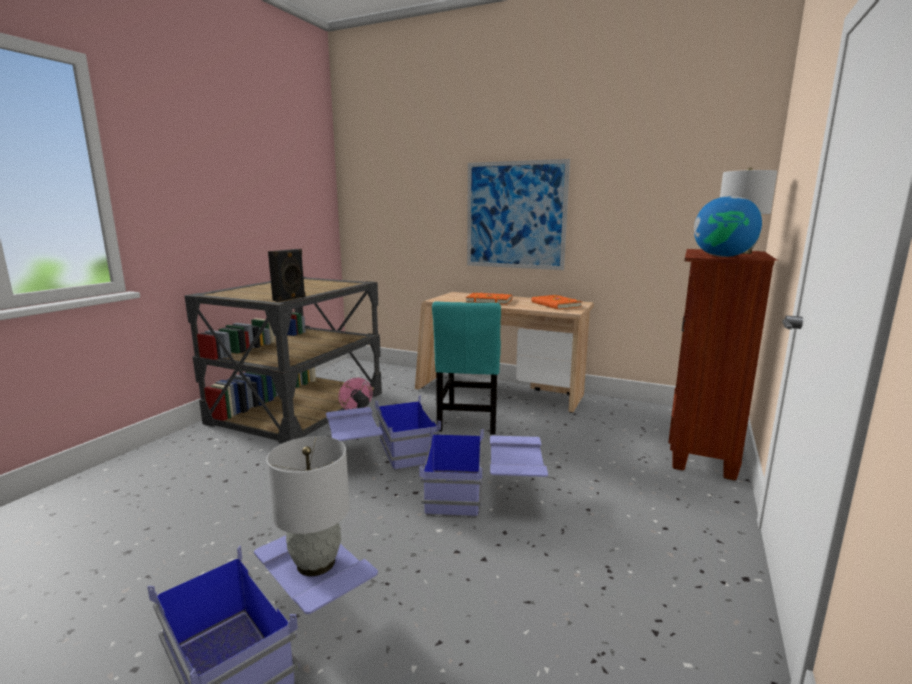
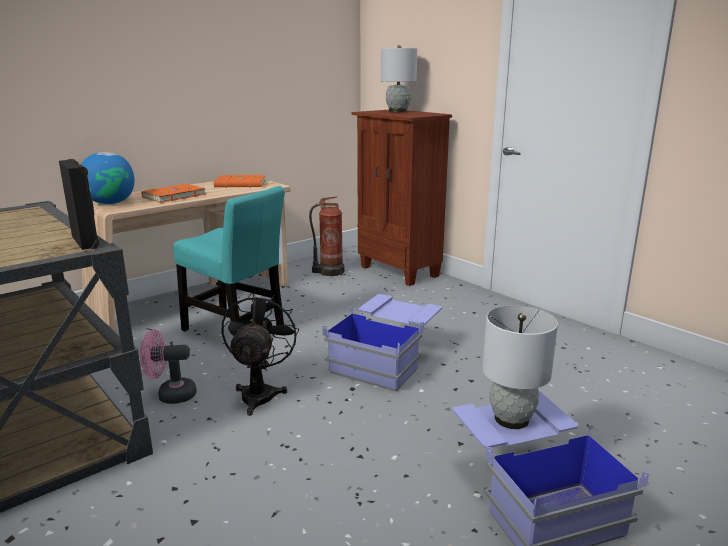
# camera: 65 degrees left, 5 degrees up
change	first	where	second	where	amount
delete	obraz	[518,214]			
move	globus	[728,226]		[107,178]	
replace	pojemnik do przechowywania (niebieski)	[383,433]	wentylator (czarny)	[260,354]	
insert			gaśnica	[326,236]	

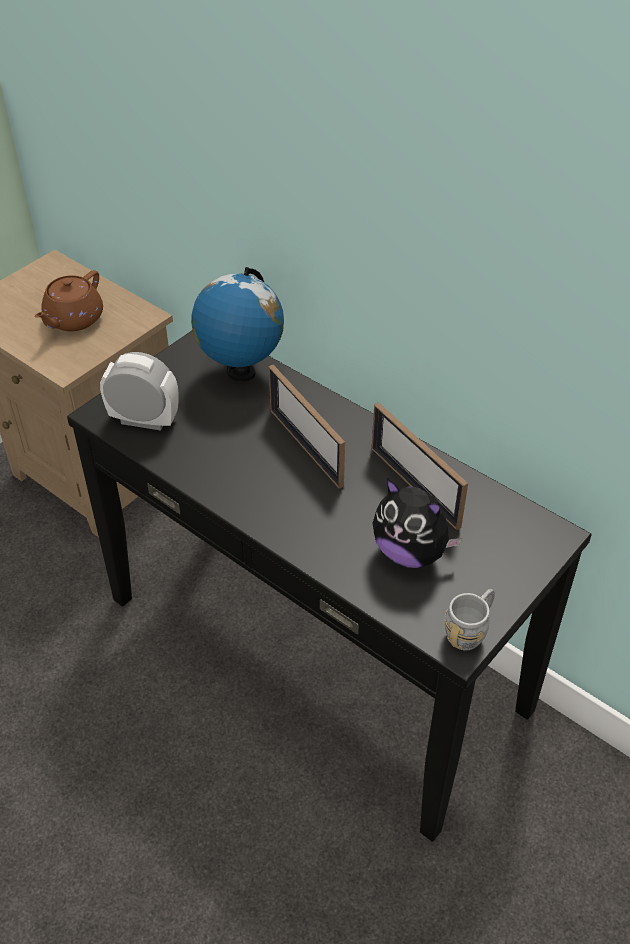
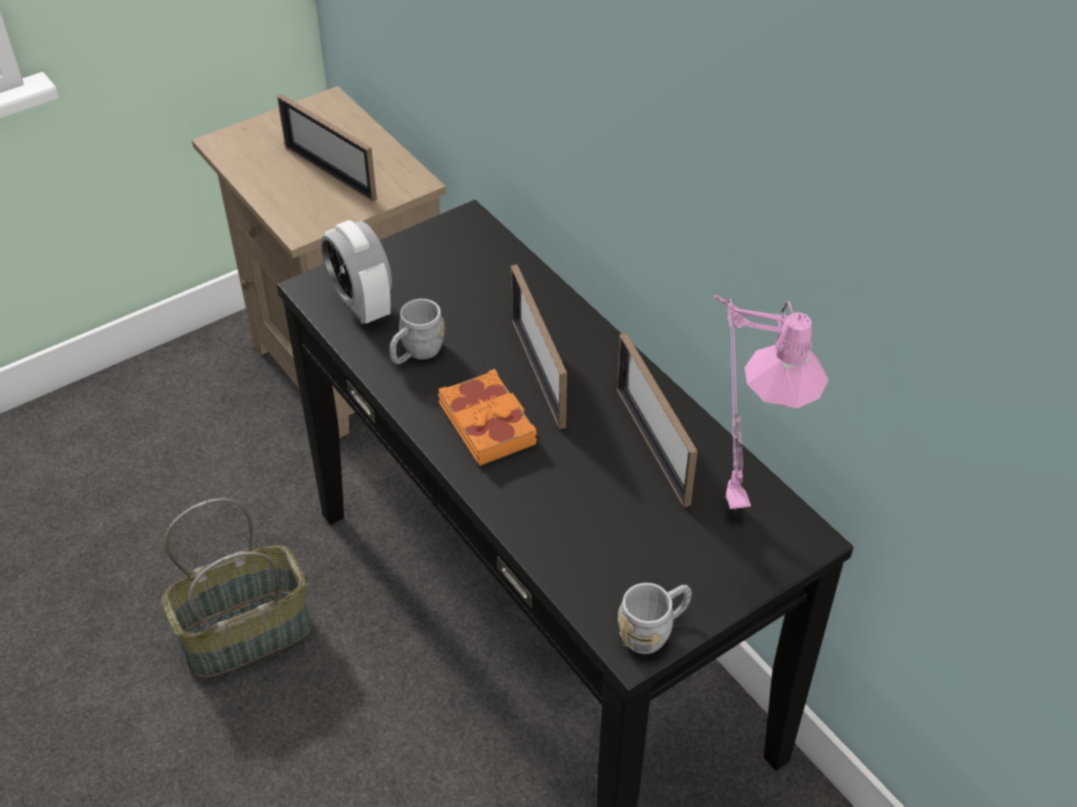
# camera: 15 degrees right, 0 degrees up
change	first	where	second	where	amount
delete	globus	[237,324]			
replace	imbryk (brązowy)	[69,301]	ramka na zdjęcie	[327,148]	
rotate	budzik	[139,391]		[356,272]	150 degrees counterclockwise
delete	pluszak	[417,523]			
insert			lampa stołowa (różowy)	[771,404]	
insert			kubek (szary)	[417,331]	
insert			książka (pomarańczowy)	[487,417]	
insert			koszyk	[237,588]	

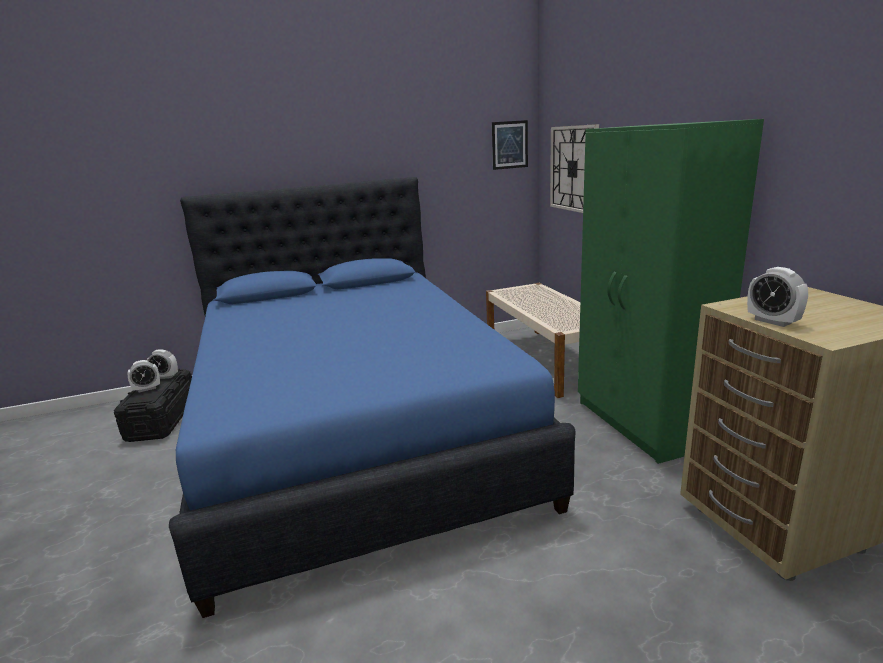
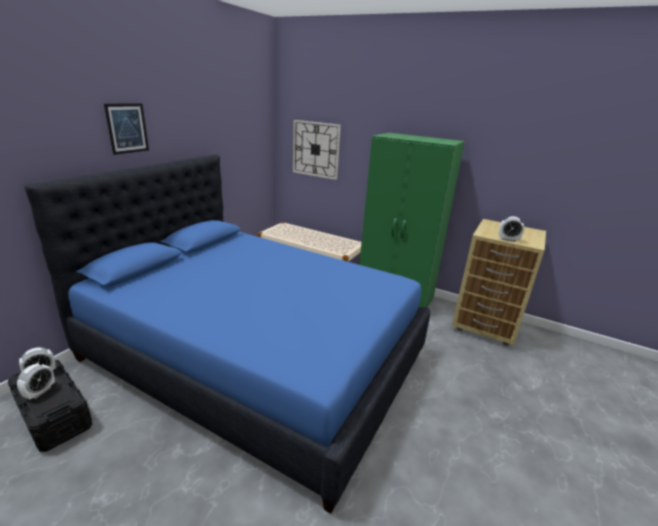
# camera: 45 degrees left, 5 degrees up
change	first	where	second	where	amount
move	obraz	[510,145]		[126,129]	

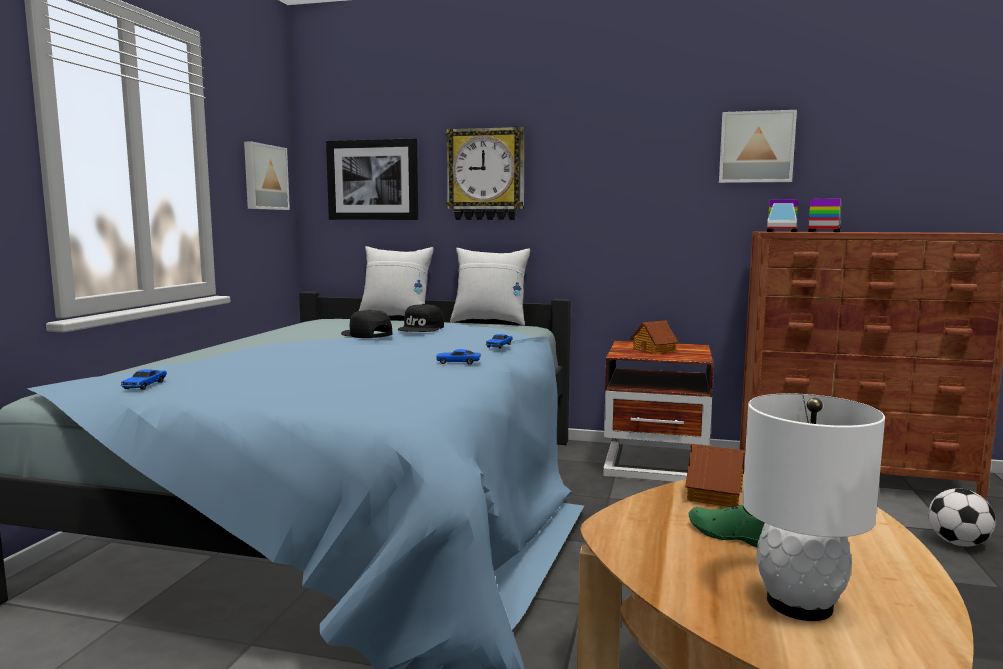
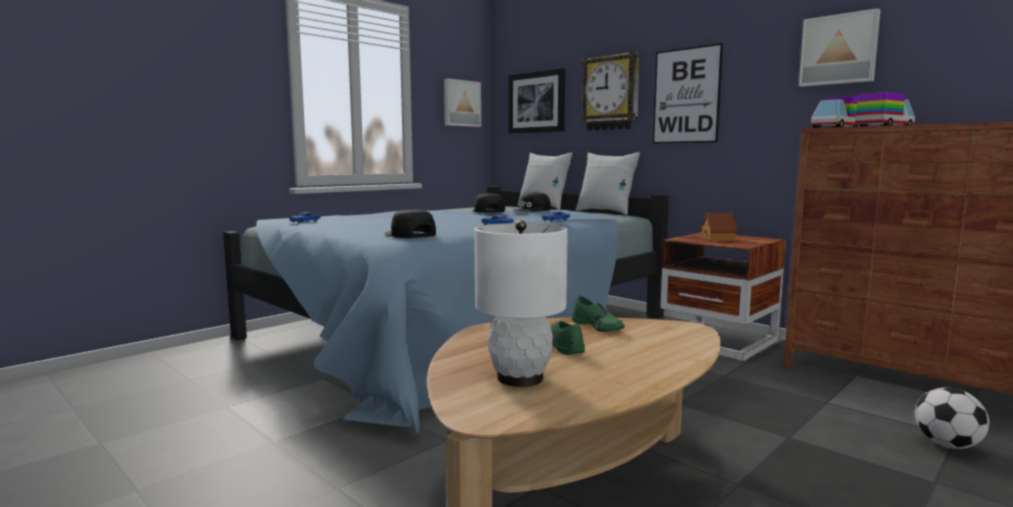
# camera: 30 degrees right, 0 degrees up
change	first	where	second	where	amount
replace	domek	[715,475]	but (zielony)	[598,314]	
insert			obraz	[688,93]	
insert			czapka z daszkiem (czarny)	[410,223]	

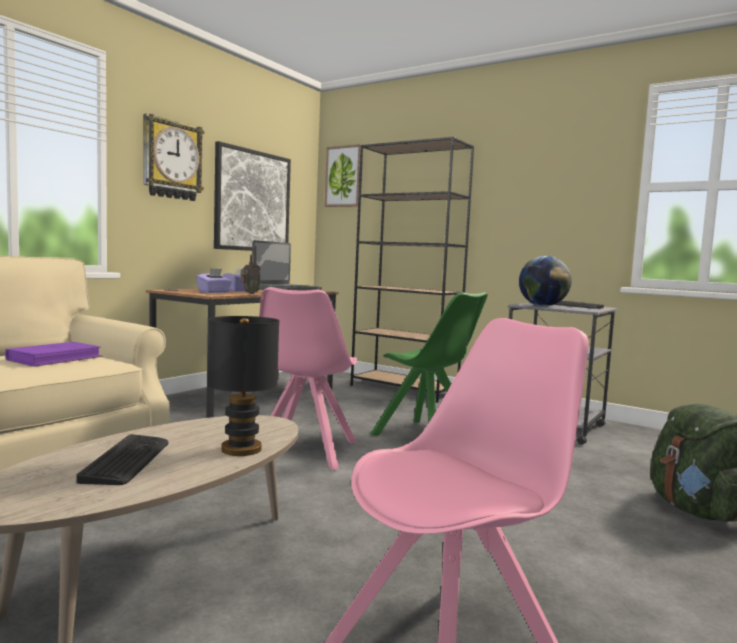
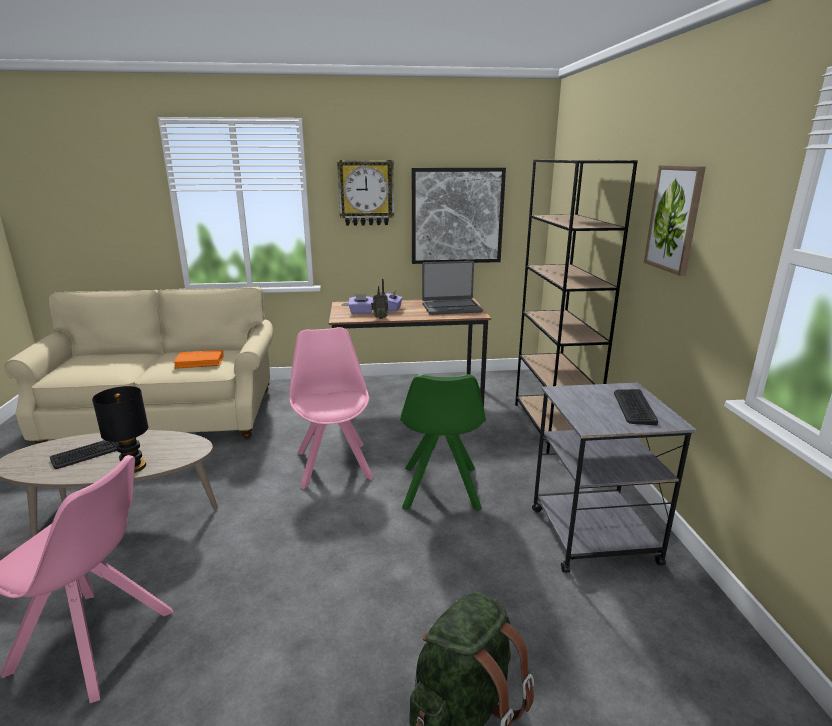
# camera: 50 degrees right, 15 degrees up
change	first	where	second	where	amount
move	obraz	[343,175]		[675,220]	
delete	globus	[545,281]			
rotate	krzesło (różowy)	[308,378]		[331,408]	105 degrees clockwise
recolor	książka (fioletowy)	[54,354]	książka (pomarańczowy)	[198,359]	

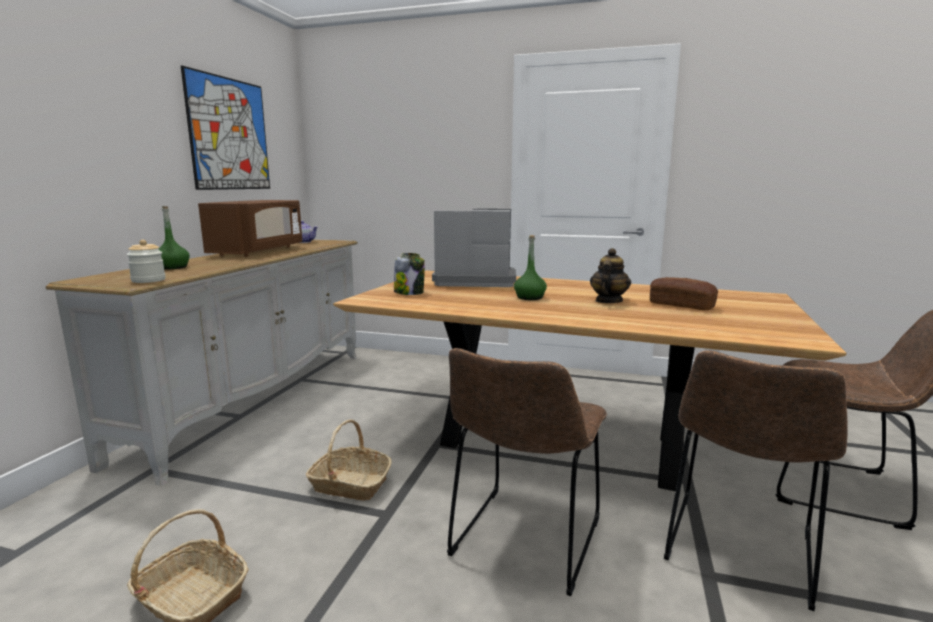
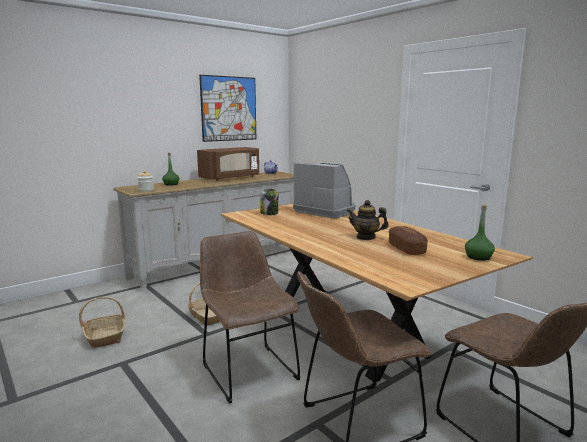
# camera: 35 degrees right, 0 degrees up
change	first	where	second	where	amount
move	butelka (zielony)	[530,267]		[480,232]	
rotate	imbryk	[610,275]		[368,220]	135 degrees counterclockwise
rotate	krzesło (brązowy)	[527,472]		[250,317]	90 degrees clockwise

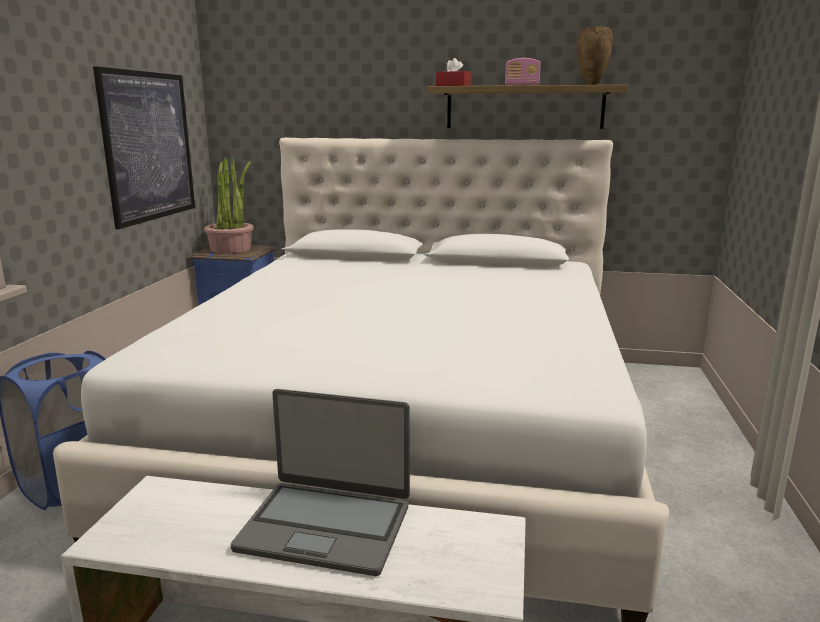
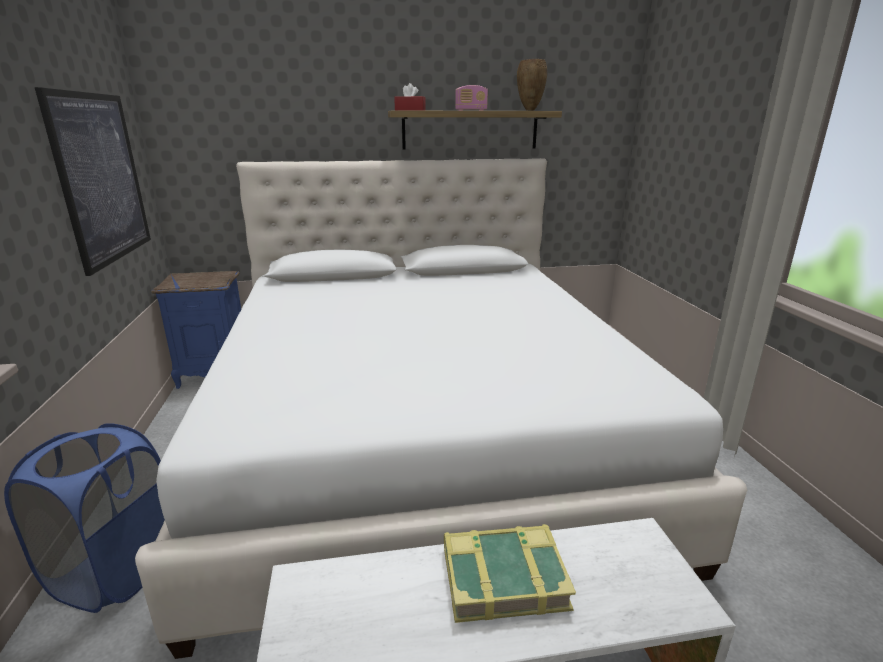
# camera: 20 degrees left, 5 degrees up
change	first	where	second	where	amount
delete	roślina doniczkowa	[229,205]			
replace	laptop	[320,482]	książka	[510,573]	

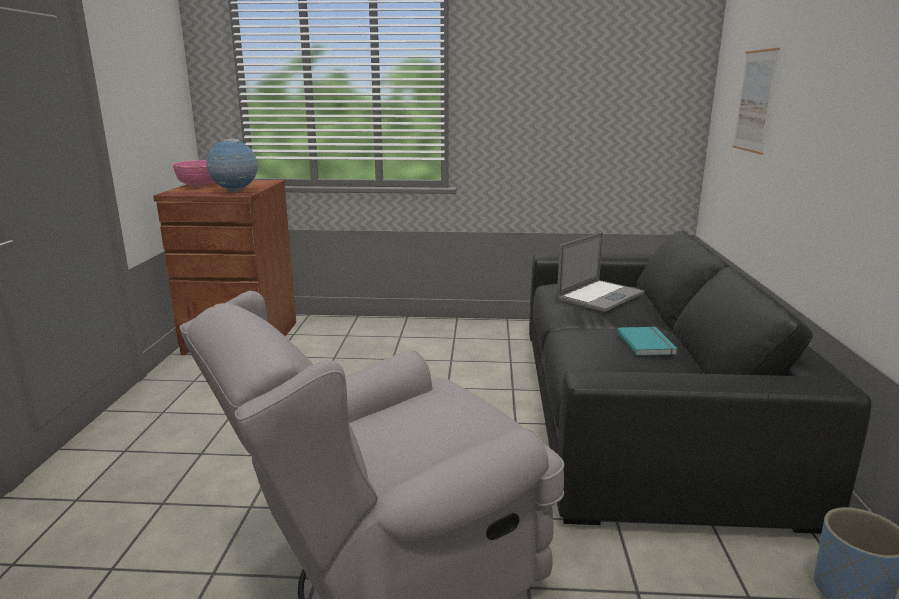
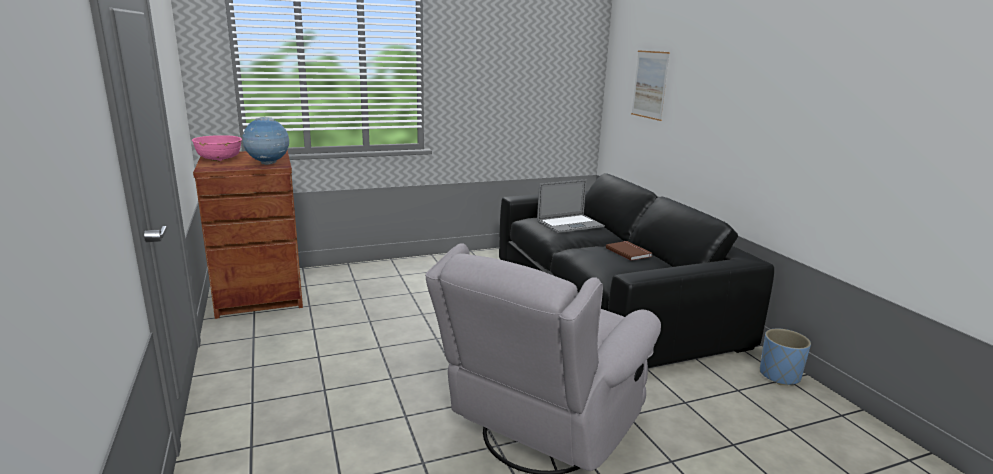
# camera: 25 degrees left, 0 degrees up
change	first	where	second	where	amount
rotate	laptop	[601,272]		[571,206]	45 degrees clockwise
recolor	książka (turkusowy)	[647,340]	książka (brązowy)	[629,251]	

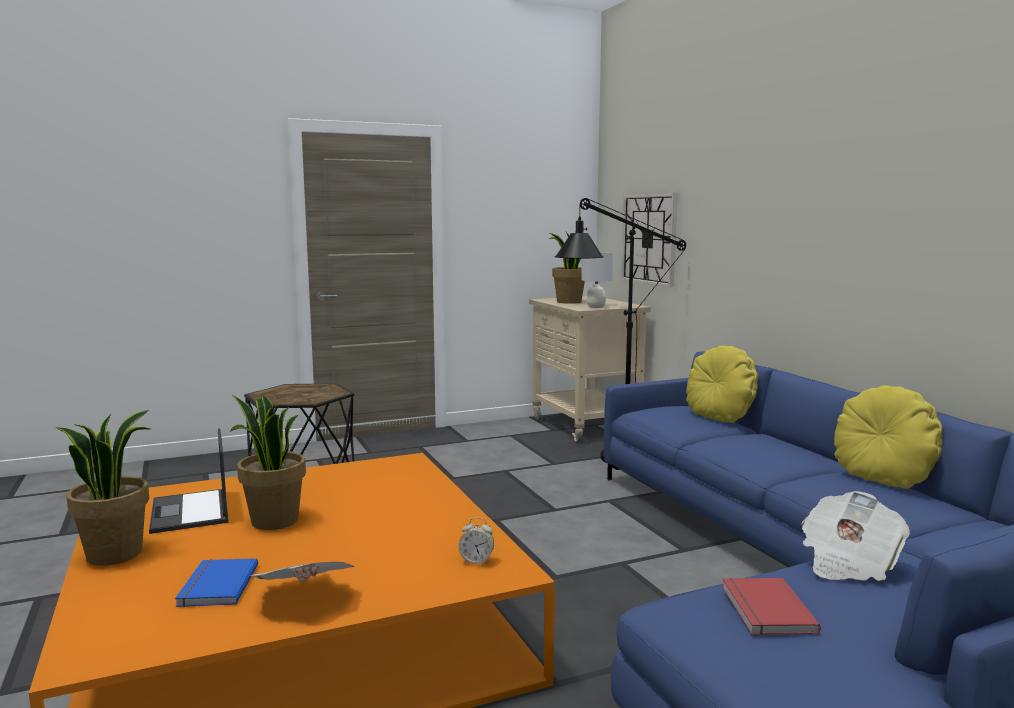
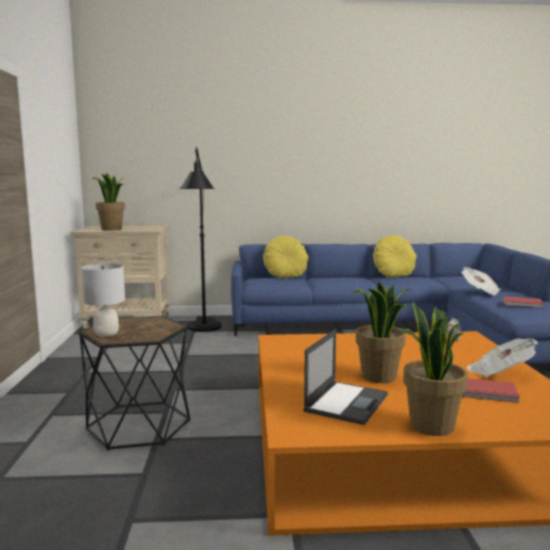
# camera: 70 degrees left, 0 degrees up
change	first	where	second	where	amount
delete	zegar ścienny	[649,240]			
move	lampa stołowa (szary)	[597,280]		[103,300]	
rotate	laptop	[189,481]		[345,377]	60 degrees counterclockwise
recolor	książka (niebieski)	[216,582]	książka (czerwony)	[491,390]	

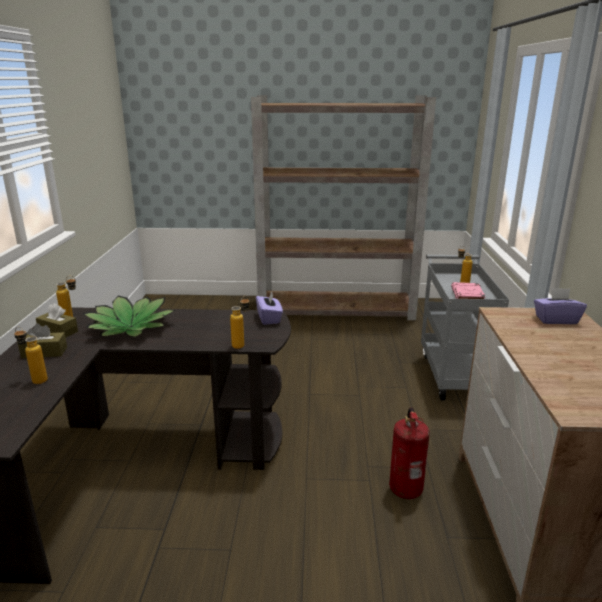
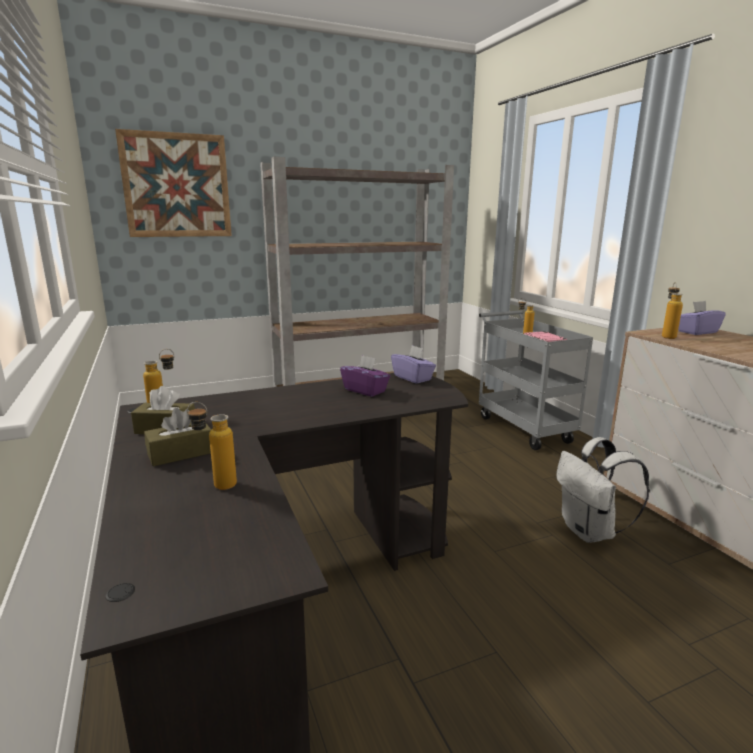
# camera: 25 degrees left, 5 degrees down
change	first	where	second	where	amount
move	butelka	[239,322]		[672,310]	
delete	roślina doniczkowa	[128,316]			
replace	gaśnica	[409,453]	plecak (biały)	[603,490]	
insert			obraz	[173,183]	
insert			pudełko chusteczek (fioletowy)	[365,376]	

